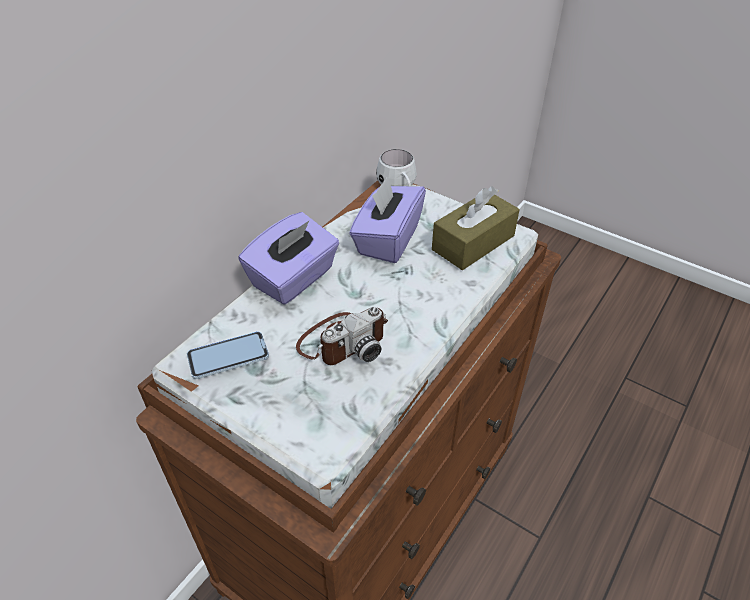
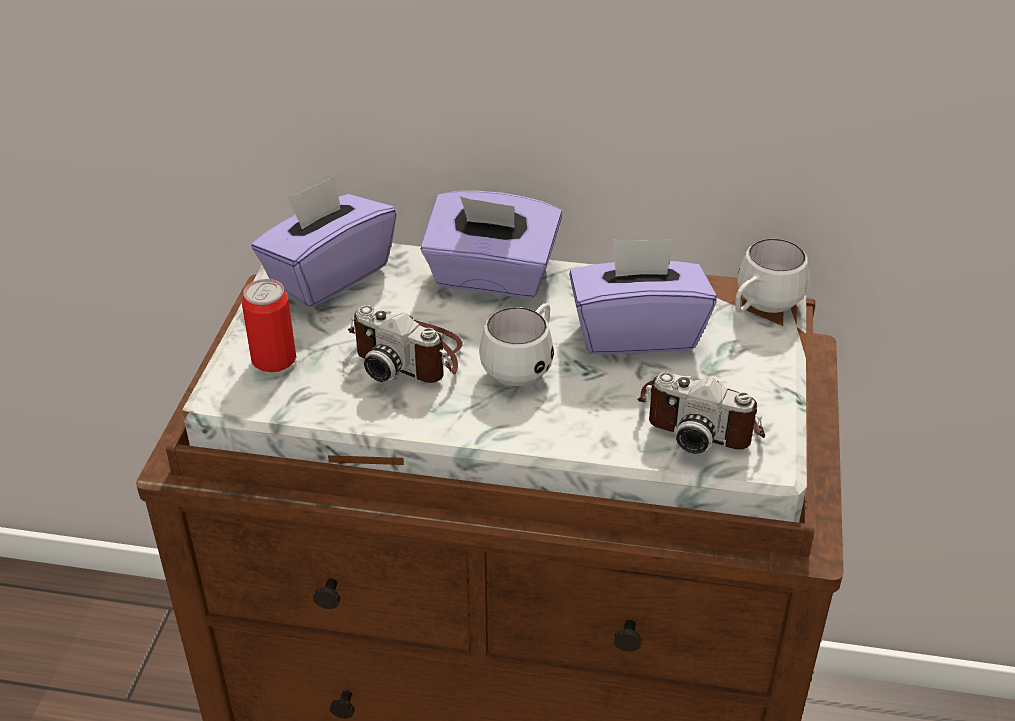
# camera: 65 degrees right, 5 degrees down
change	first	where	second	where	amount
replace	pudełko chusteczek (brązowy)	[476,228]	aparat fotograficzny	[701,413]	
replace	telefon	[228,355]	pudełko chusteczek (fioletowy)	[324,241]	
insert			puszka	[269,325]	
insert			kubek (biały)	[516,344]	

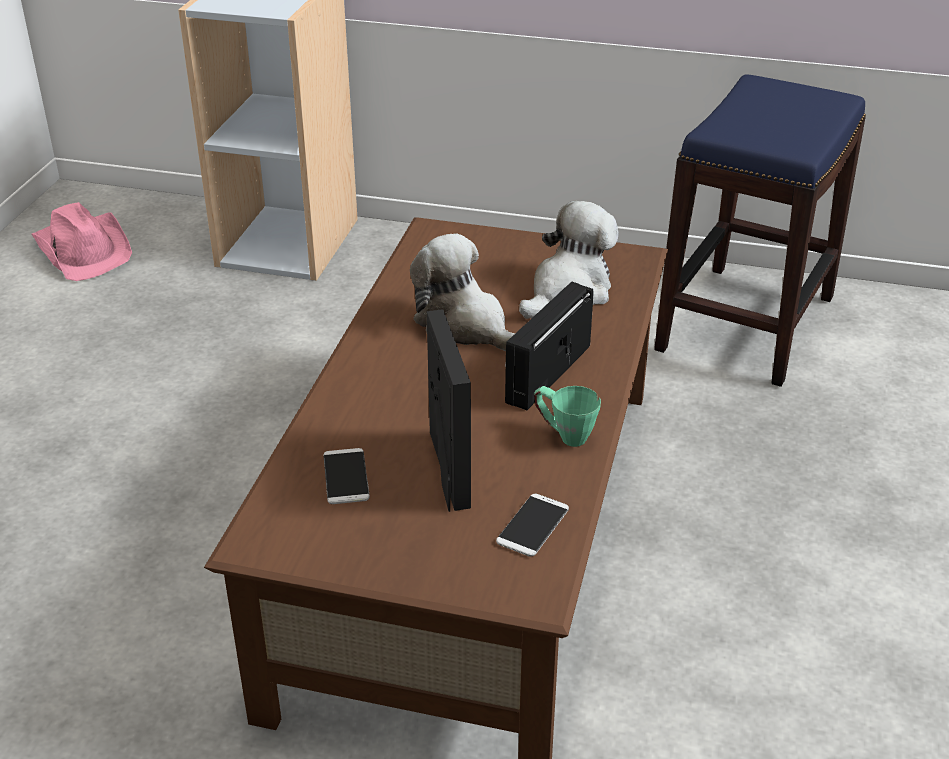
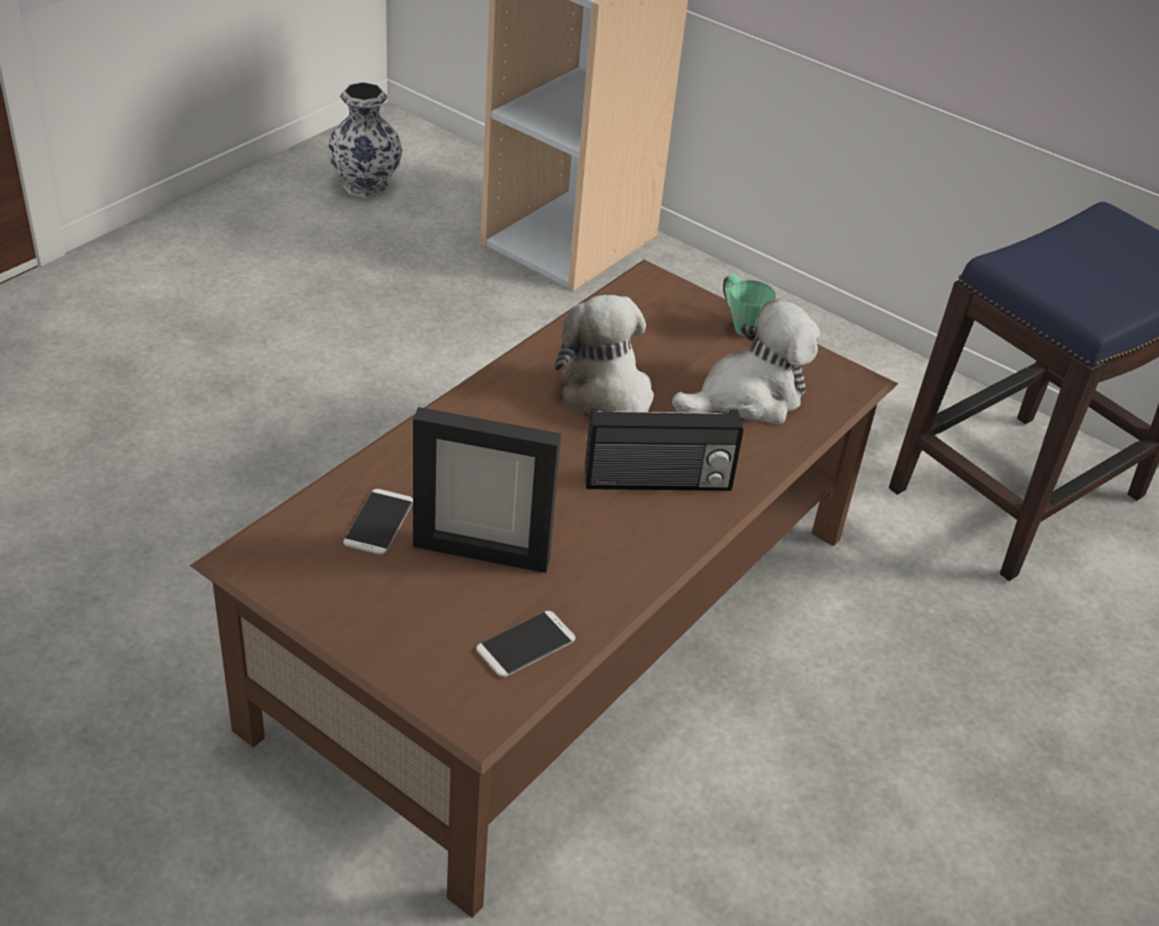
# camera: 20 degrees right, 5 degrees up
change	first	where	second	where	amount
replace	kapelusz (różowy)	[81,241]	wazon	[365,140]	
rotate	radio	[549,346]		[664,449]	150 degrees counterclockwise
rotate	ramka na zdjęcie	[449,410]		[487,490]	90 degrees clockwise
move	kubek (zielony)	[567,416]		[749,305]	

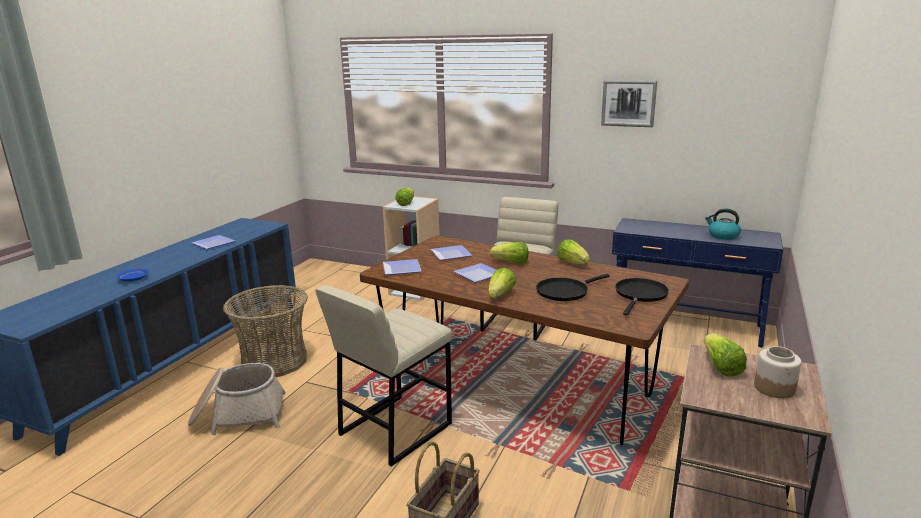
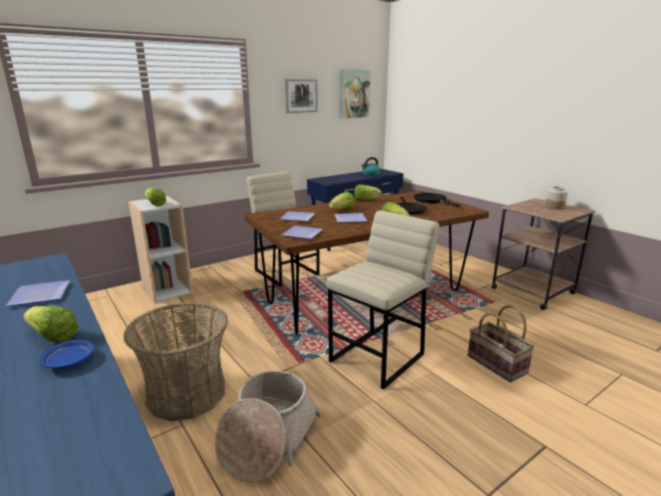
# camera: 60 degrees left, 0 degrees up
change	first	where	second	where	amount
rotate	krzesło (beżowy)	[383,376]		[382,300]	120 degrees counterclockwise
move	sałata	[725,355]		[51,324]	
insert			obraz	[355,93]	

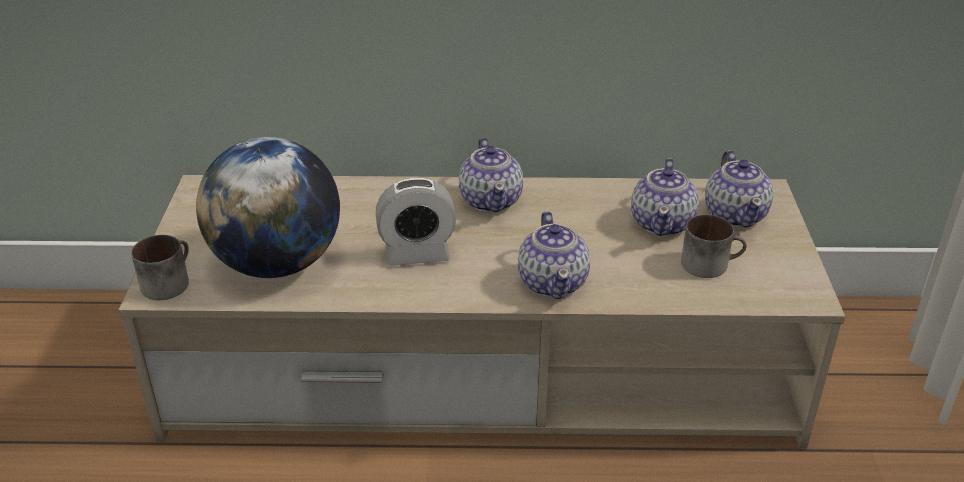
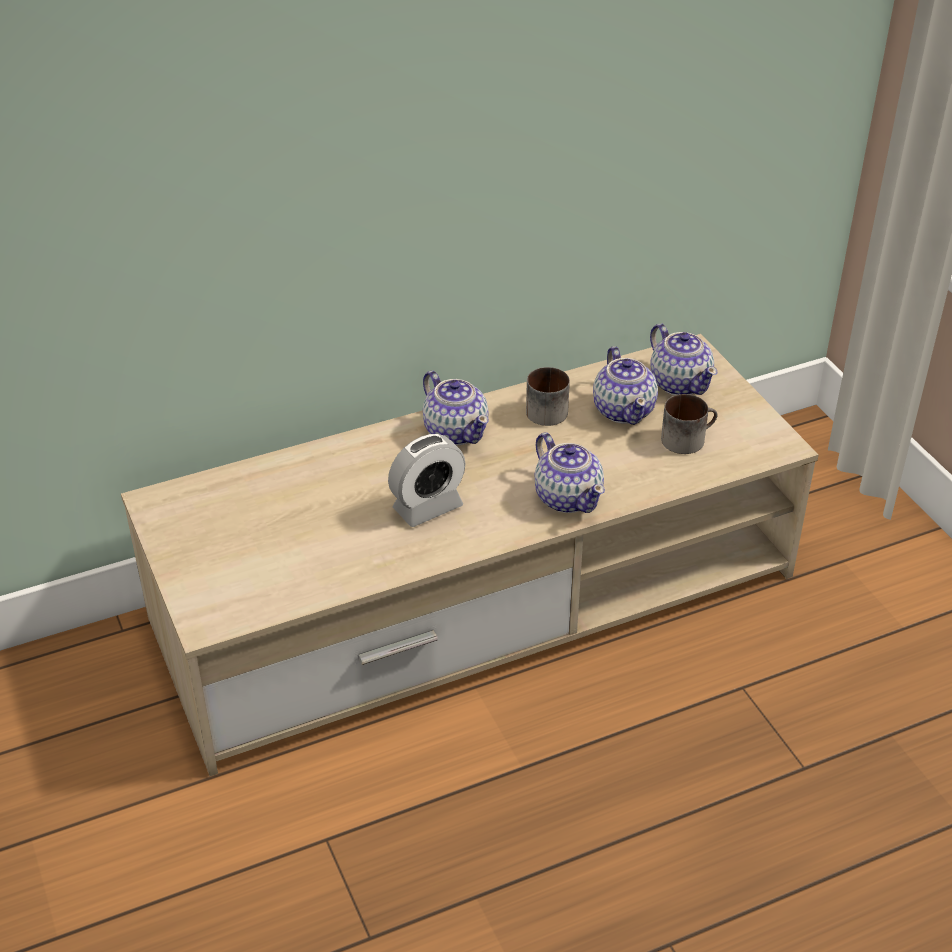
# camera: 25 degrees left, 5 degrees up
change	first	where	second	where	amount
delete	globus	[268,207]			
move	kubek	[160,267]		[548,396]	

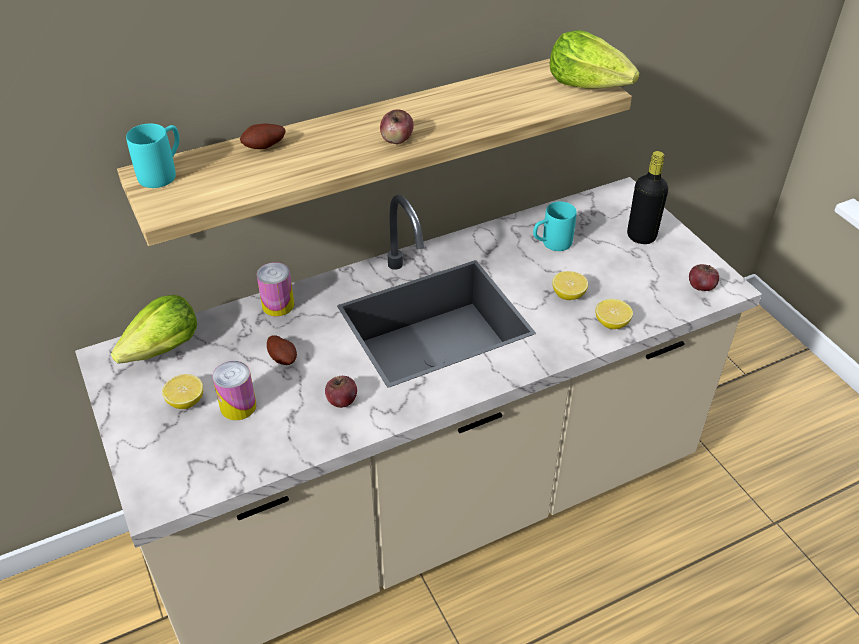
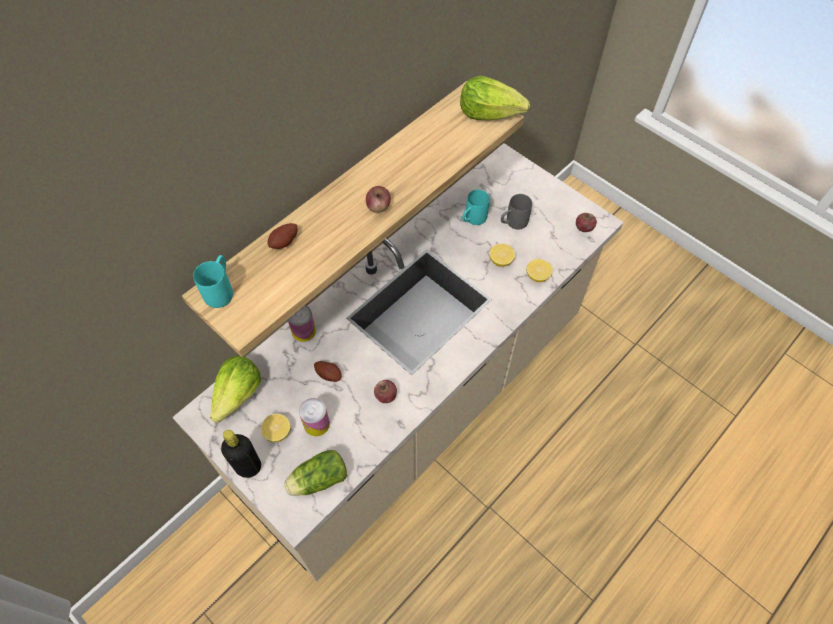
# camera: 20 degrees left, 15 degrees up
change	first	where	second	where	amount
move	butelka (czarny)	[647,197]		[241,454]	
insert			kubek (szary)	[516,212]	
insert			sałata	[315,473]	

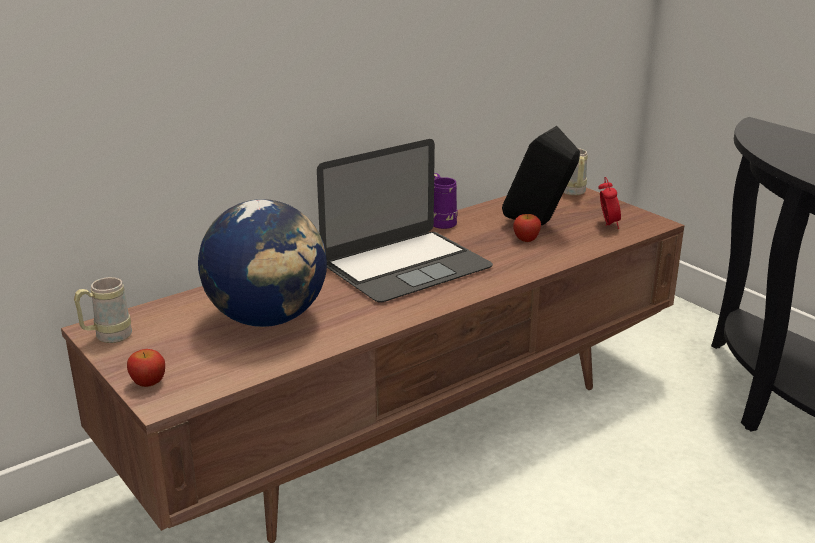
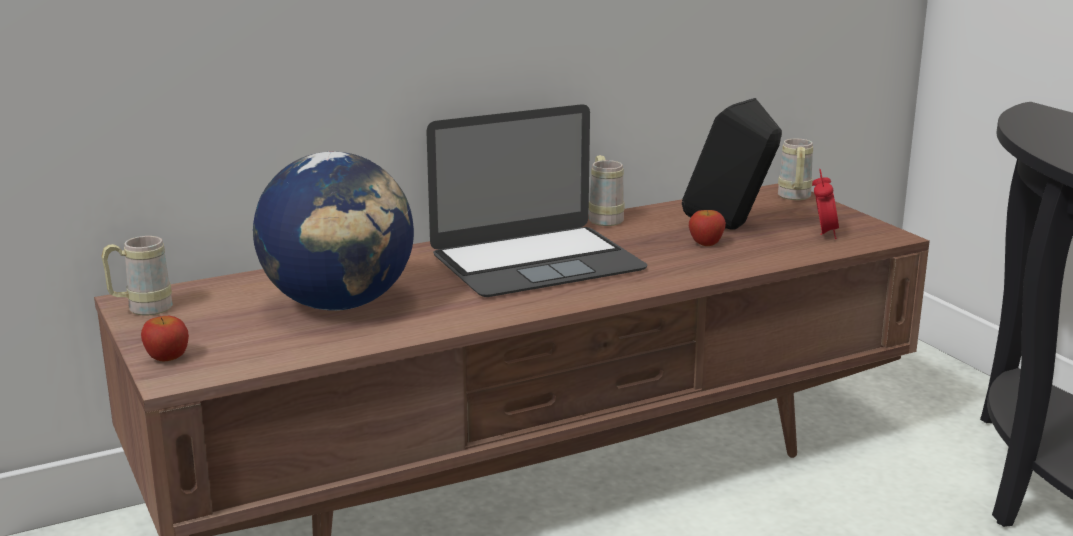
# camera: 10 degrees right, 5 degrees down
change	first	where	second	where	amount
recolor	kubek (fioletowy)	[445,201]	kubek (beżowy)	[607,190]	

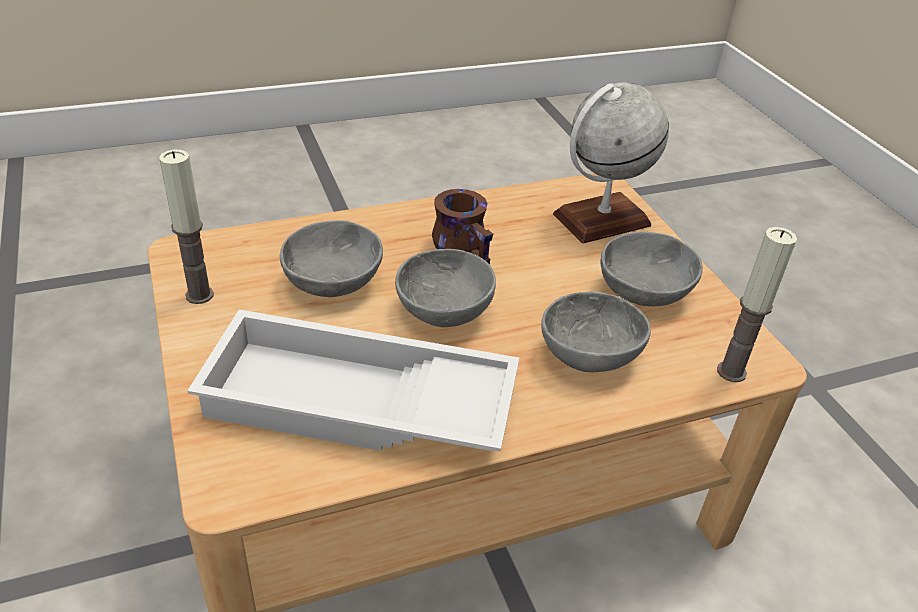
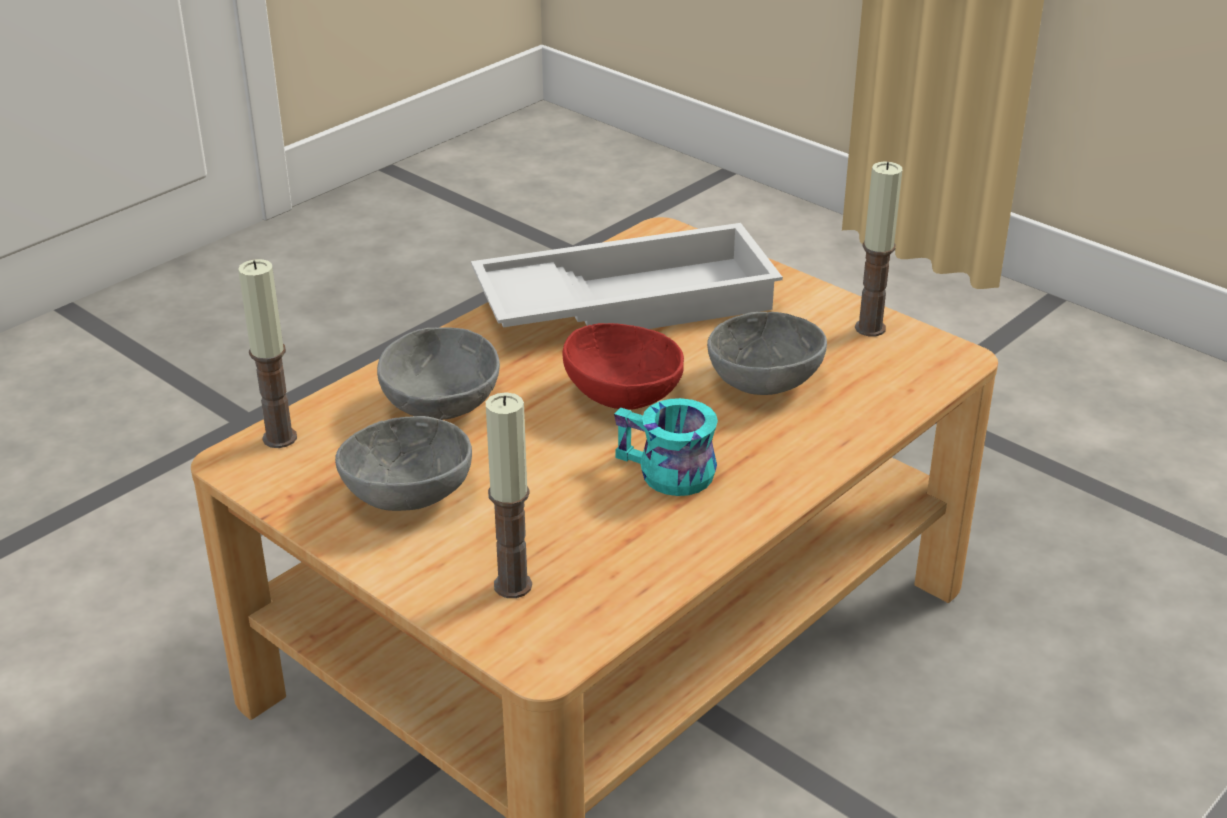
# camera: 155 degrees right, 5 degrees down
change	first	where	second	where	amount
replace	globus	[611,163]	świeca	[509,495]	
recolor	kubek (brązowy)	[462,226]	kubek (turkusowy)	[666,447]	
recolor	miska (szary)	[445,288]	miska (czerwony)	[623,366]	

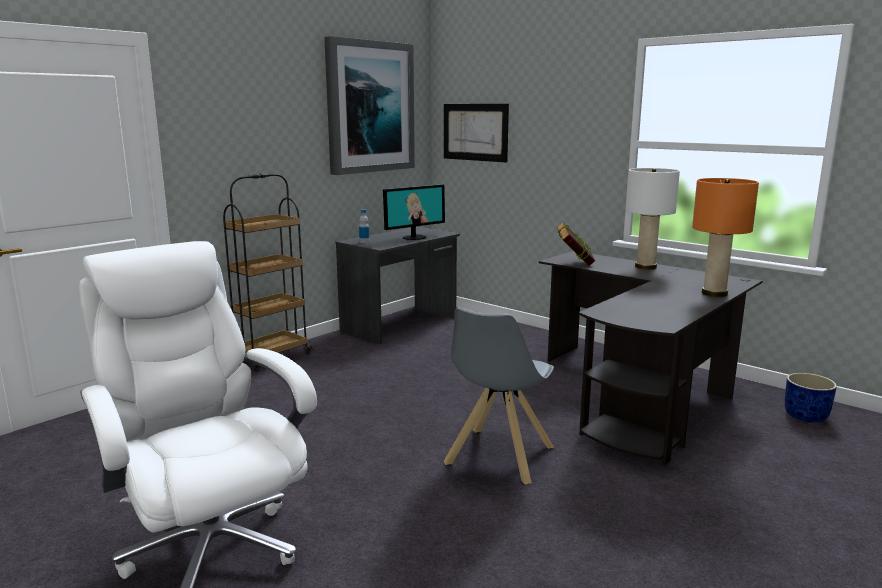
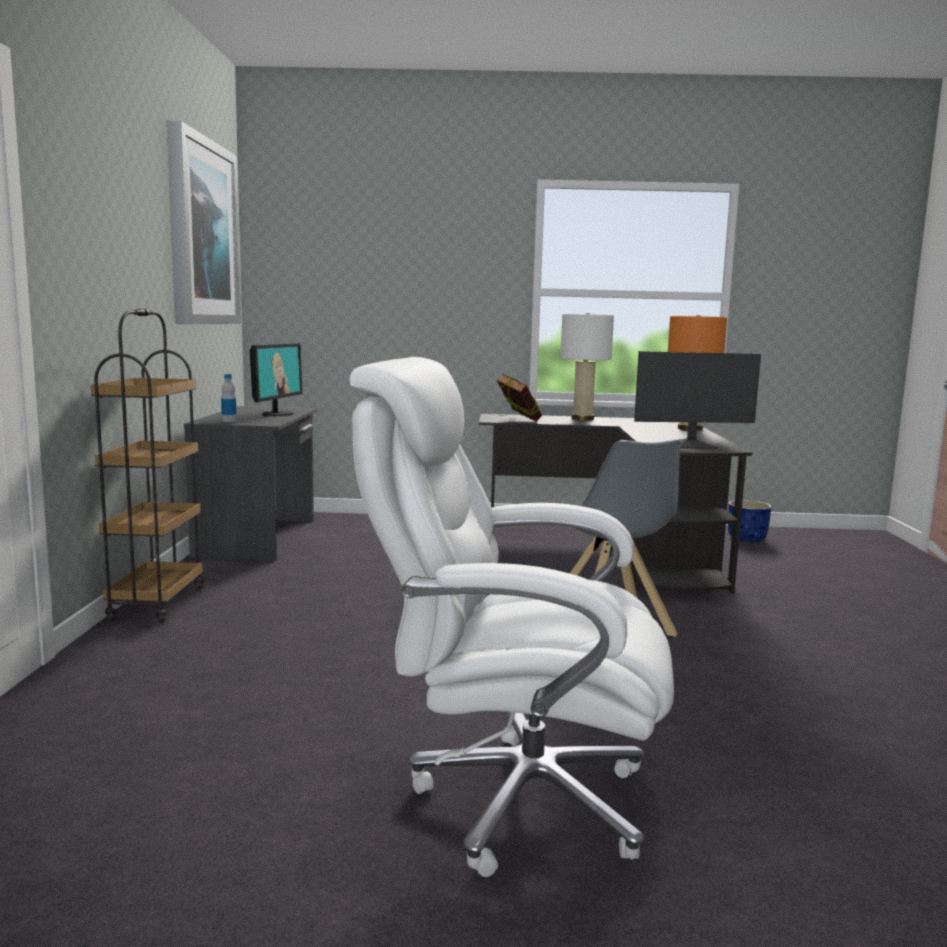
# camera: 40 degrees left, 5 degrees down
change	first	where	second	where	amount
delete	obraz	[476,133]			
insert			monitor	[697,400]	

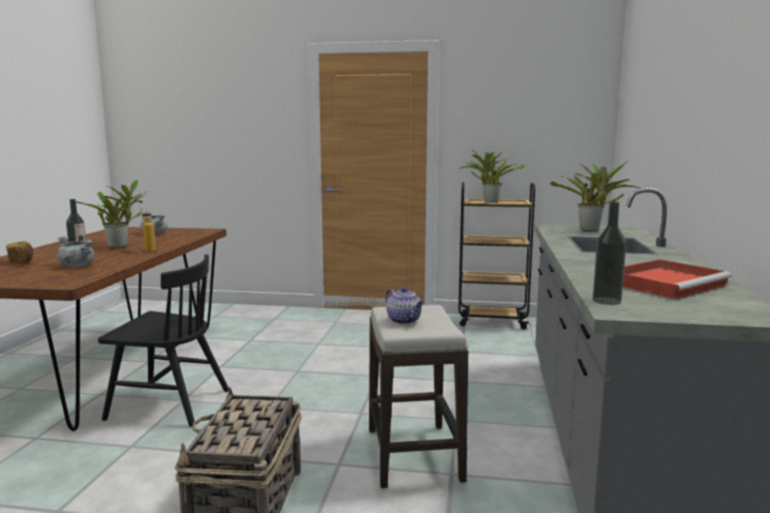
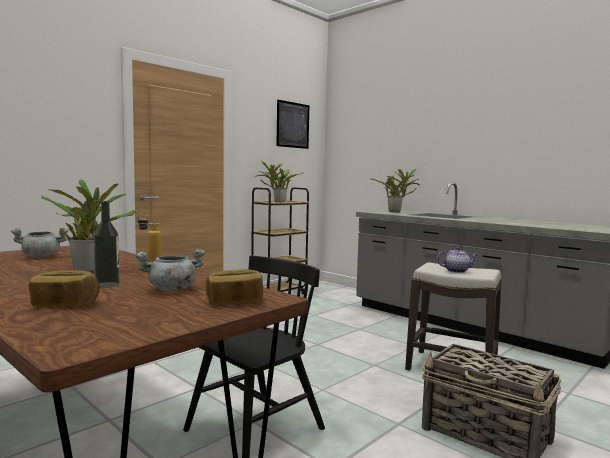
# camera: 55 degrees left, 5 degrees down
change	first	where	second	where	amount
delete	butelka	[609,253]			
delete	taca (czerwony)	[677,279]			
insert			obraz	[292,124]	
insert			chleb	[234,287]	

